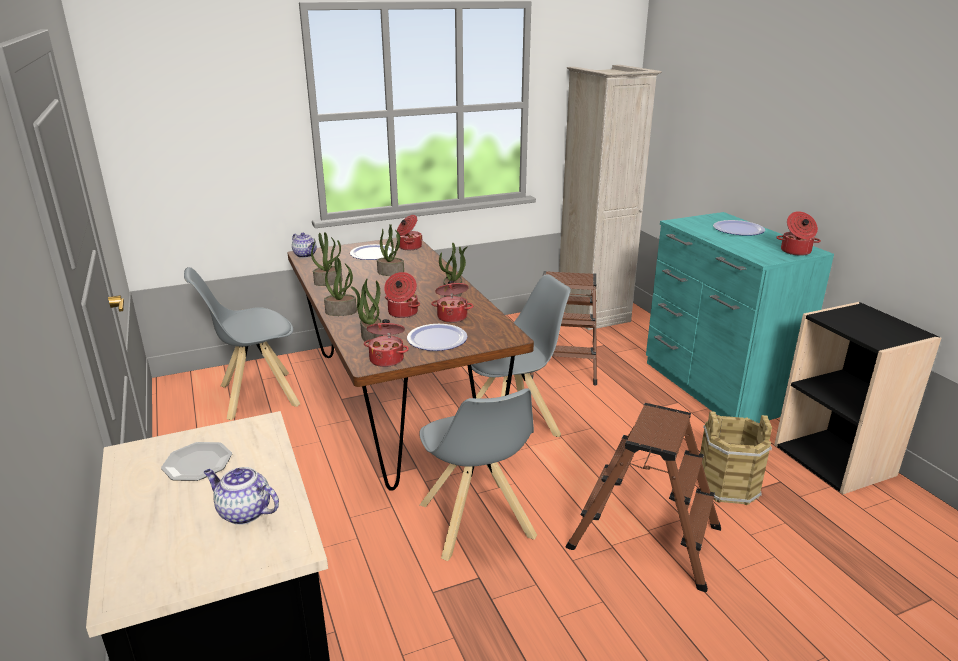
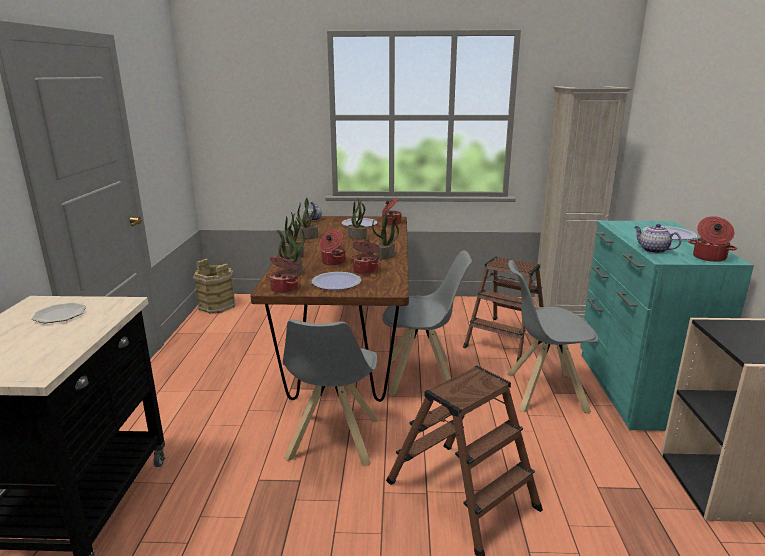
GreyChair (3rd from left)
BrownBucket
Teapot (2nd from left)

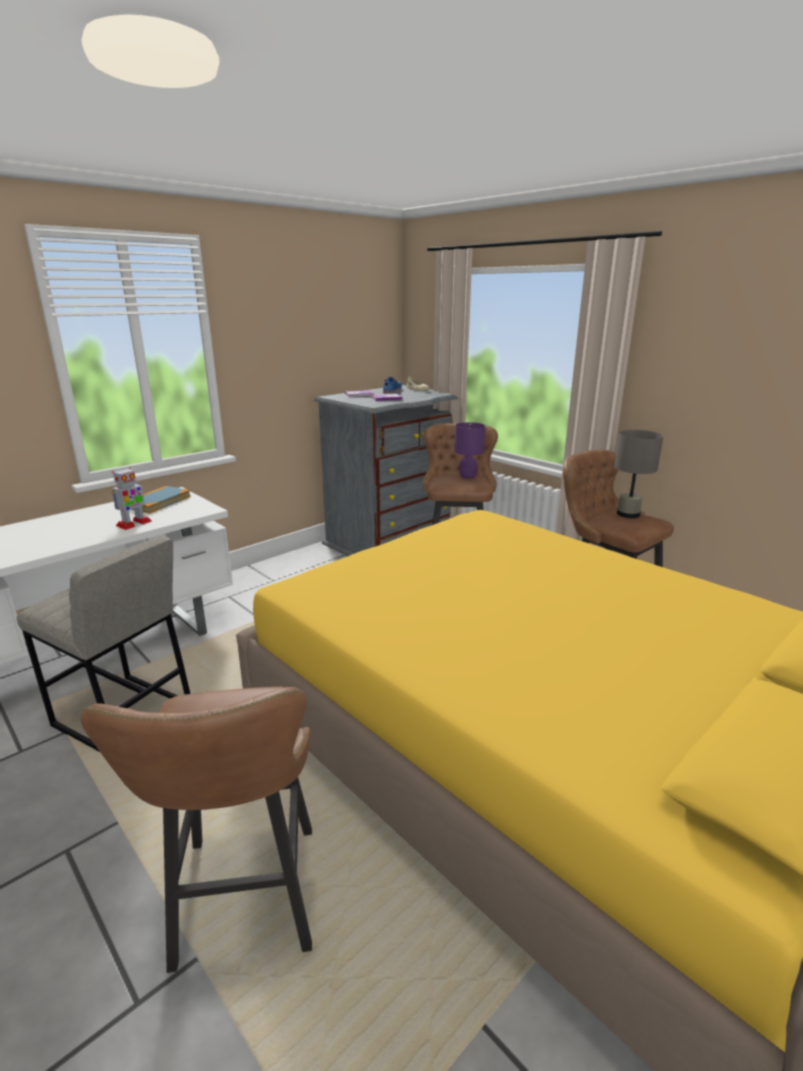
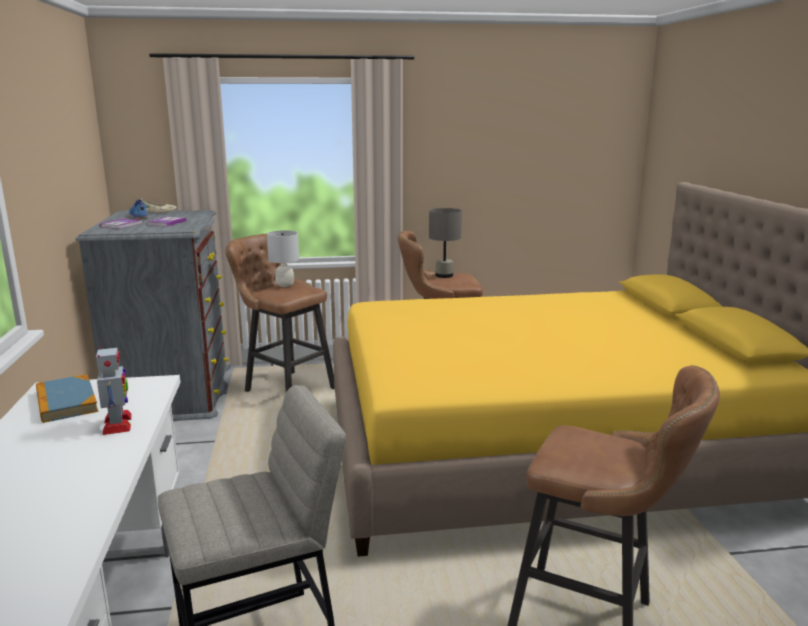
GreyTableLamp (1st from left)

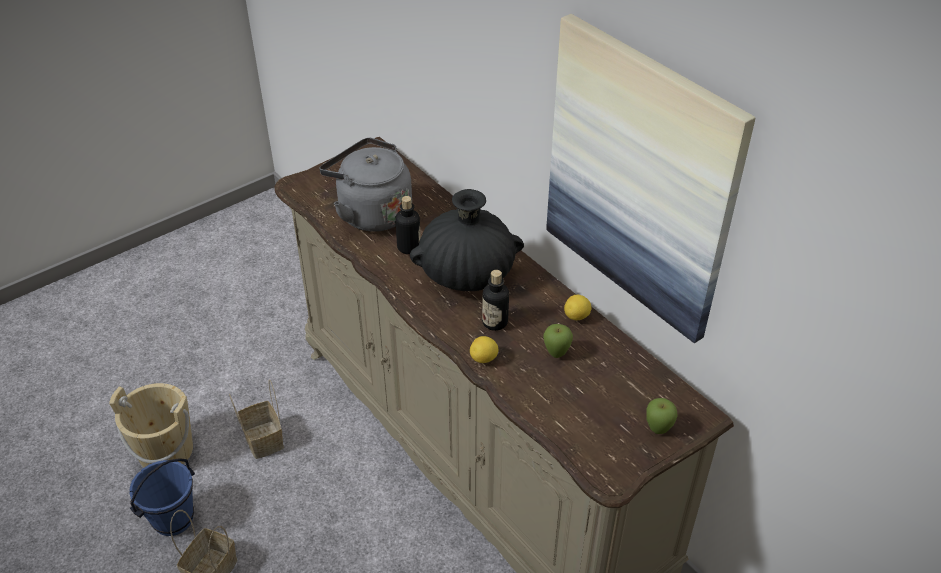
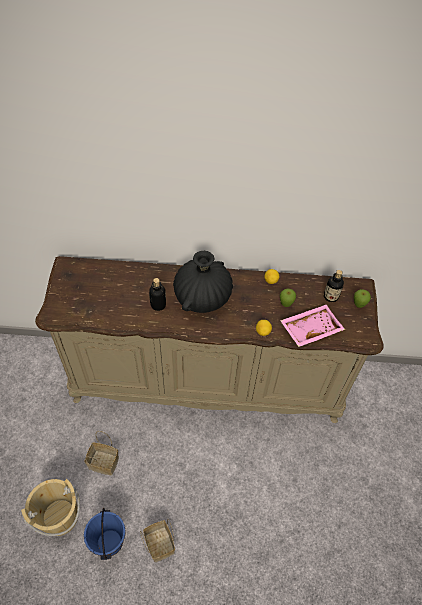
Picture
GreyKettle
Bottle (2nd from left)
PinkTray

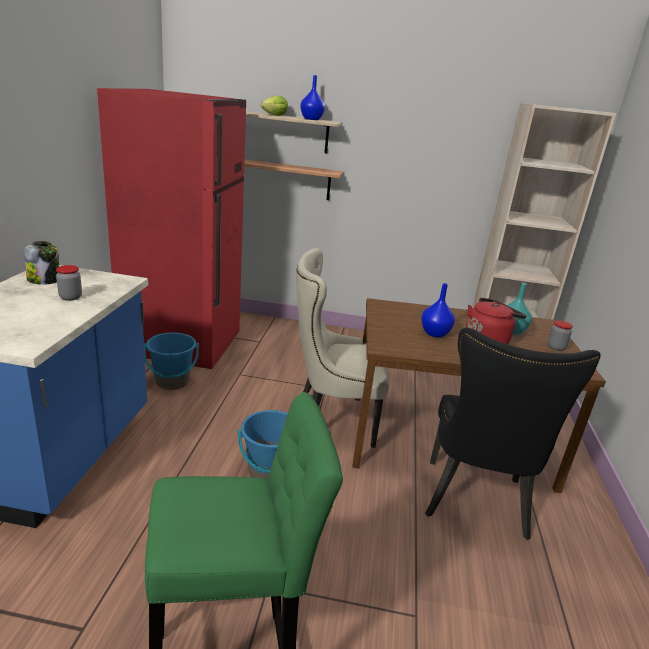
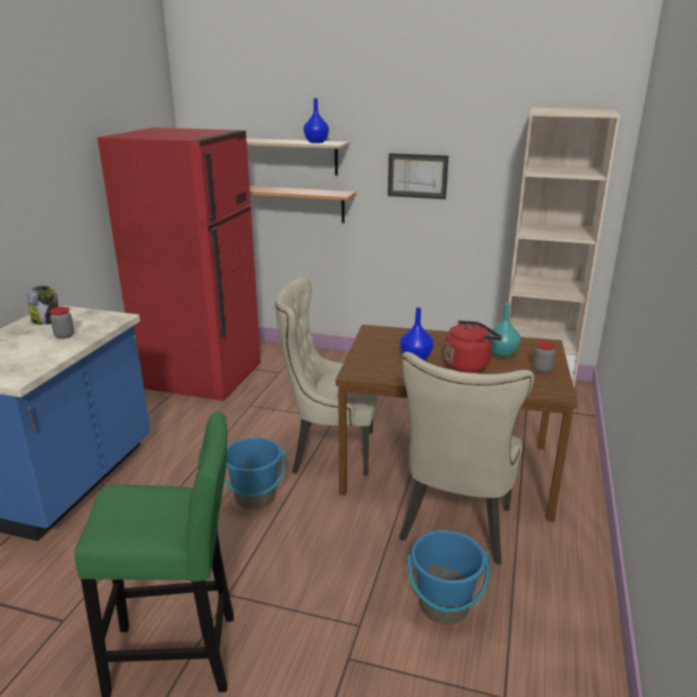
Lettuce
BeigeChair (2nd from left)
BlueBucket (2nd from left)
Picture

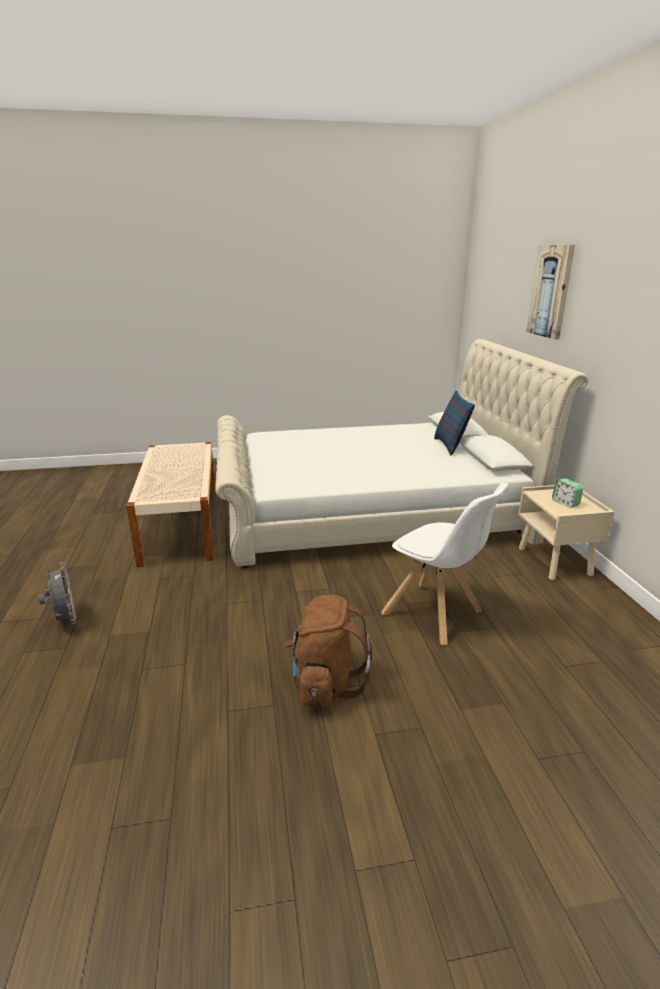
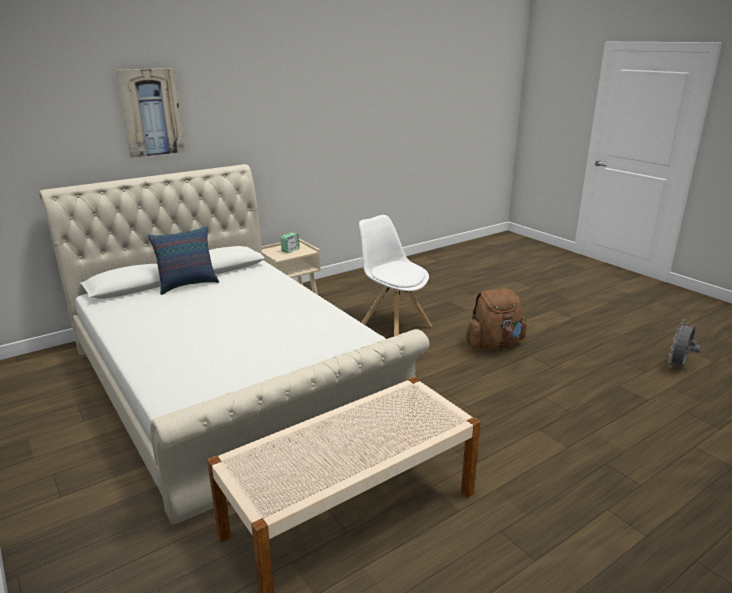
WhiteChair
GreyFan

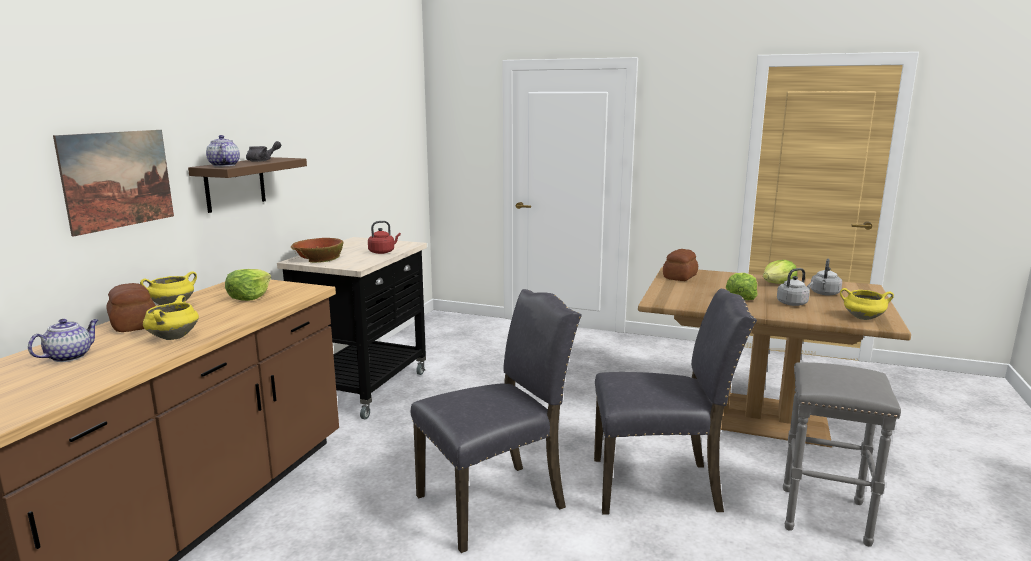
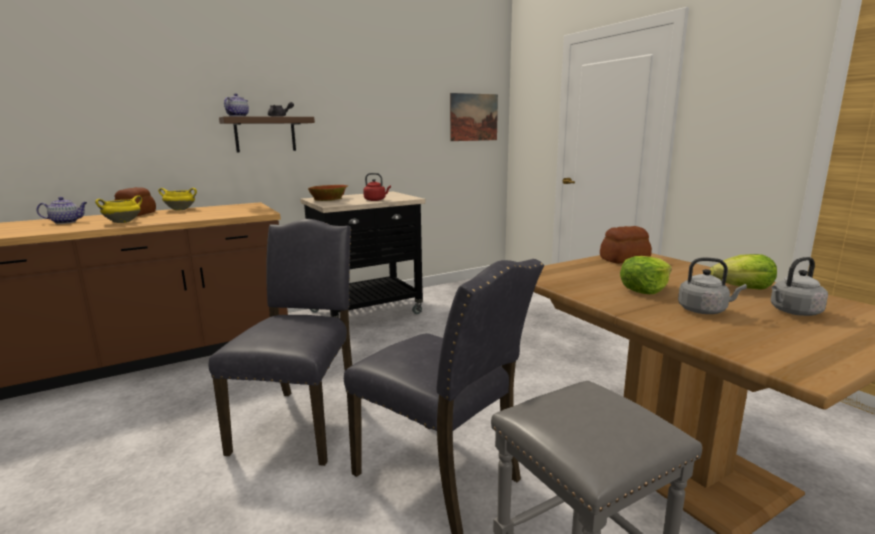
Picture
Lettuce (1st from left in the first image)
YellowCookingPot (3rd from left in the first image)
GreyChair (1st from left)

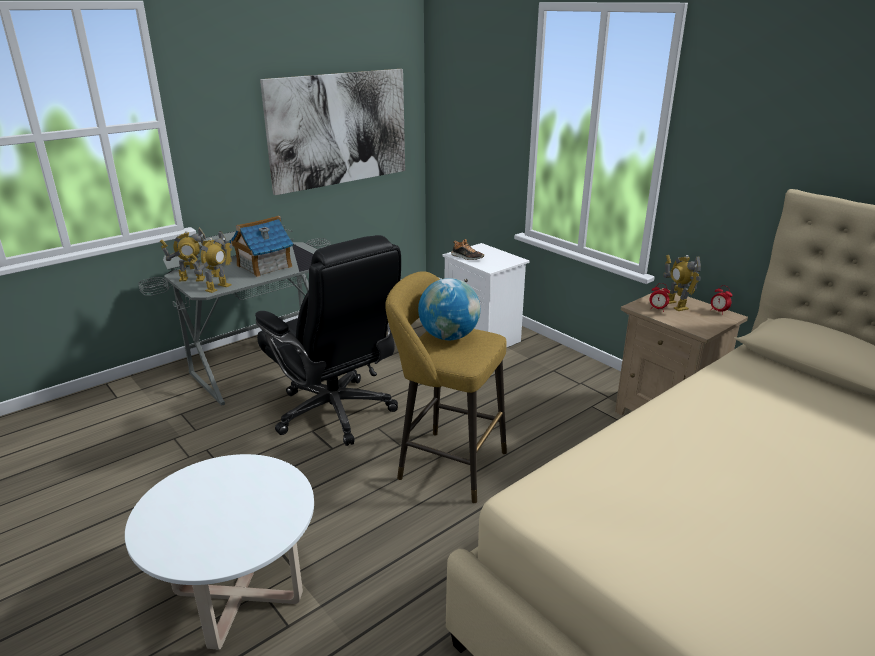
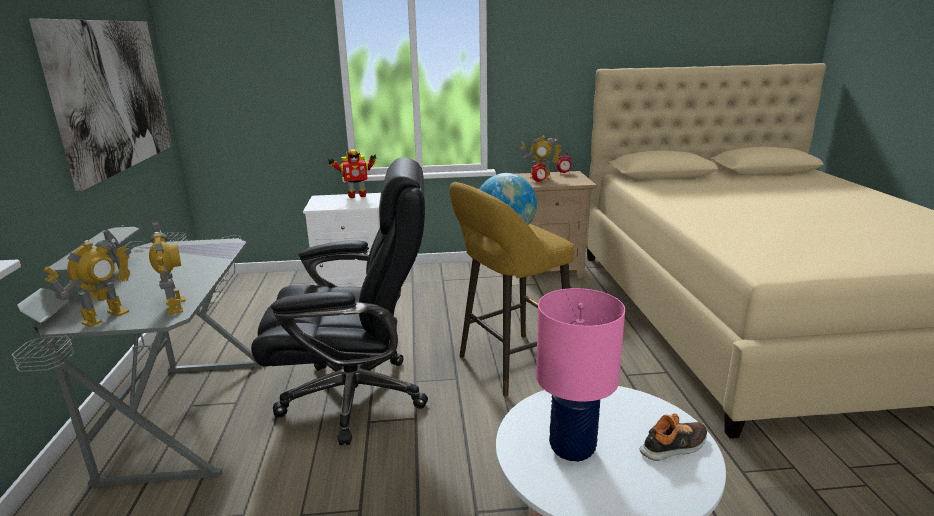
ToyHouse
Shoe
ToyRobot (3rd from left)
PinkTableLamp

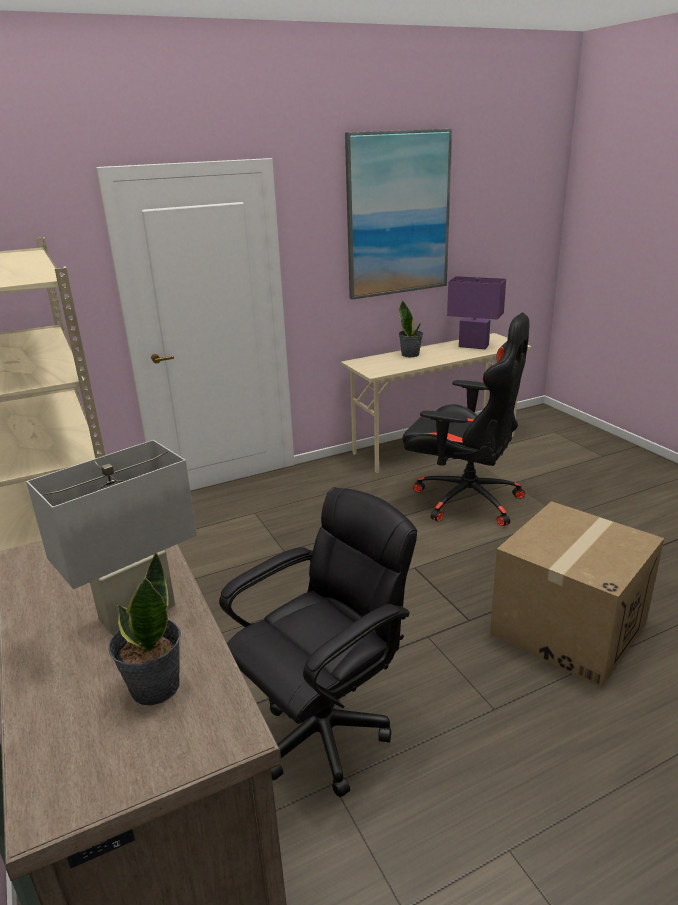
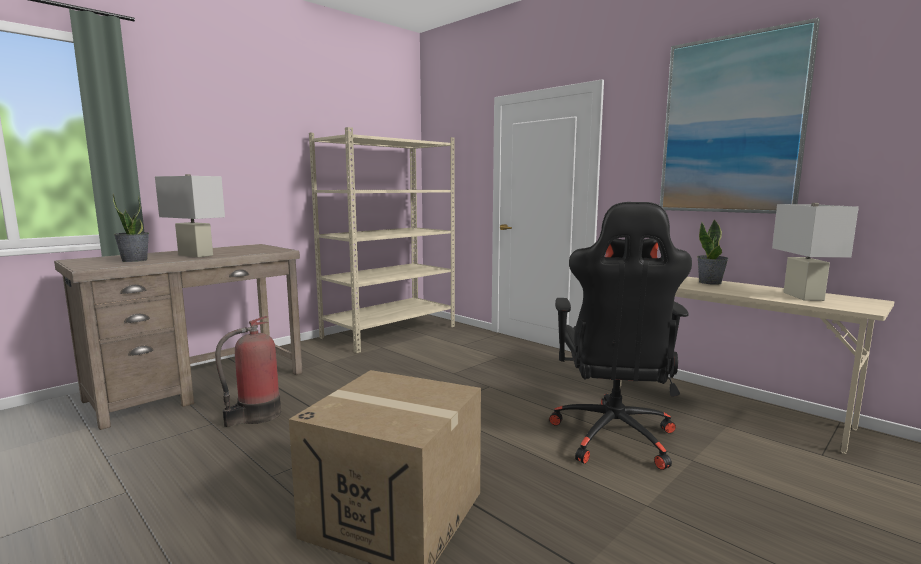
WhiteTableLamp (2nd from left)
FireExtinguisher

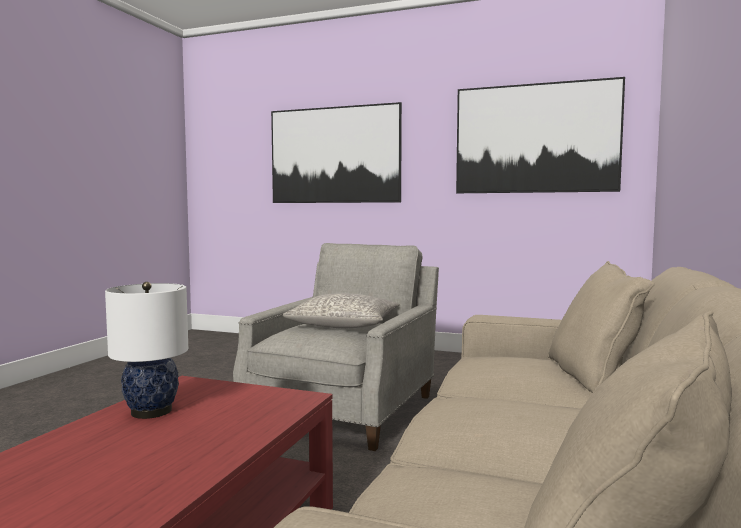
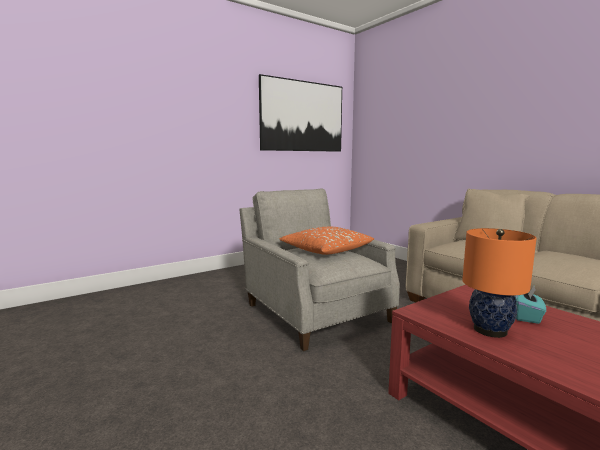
Picture (1st from left in the first image)
OrangeTableLamp
OrangePillow
TurquoiseTissueBox

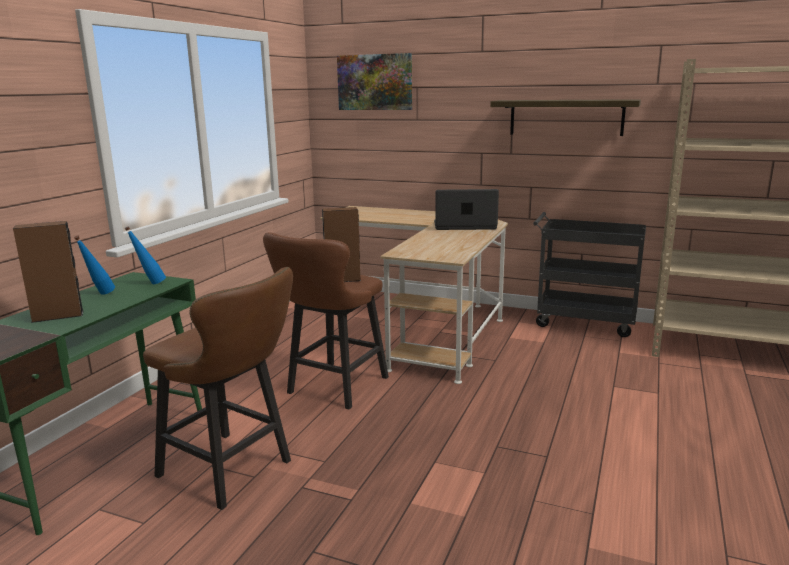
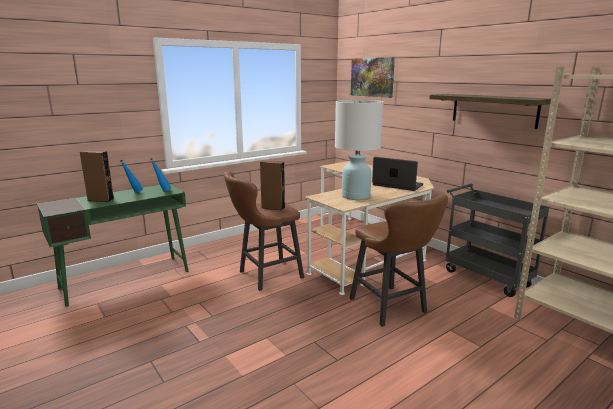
BrownStool (2nd from left)
WhiteTableLamp

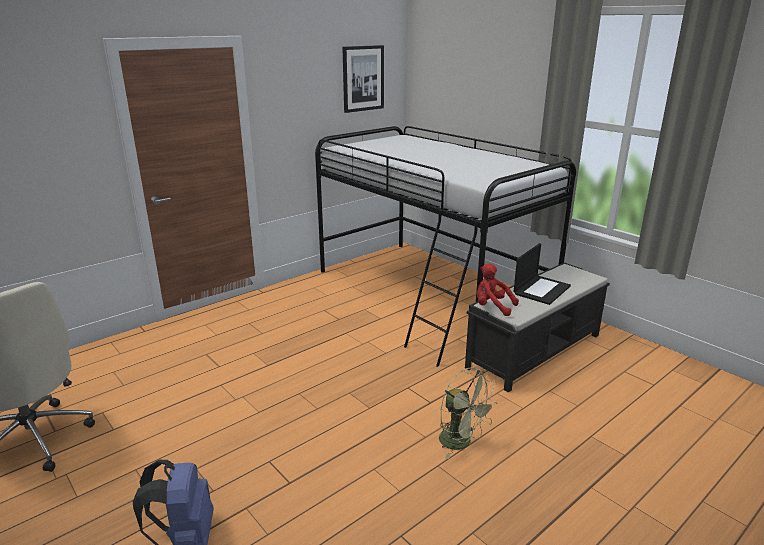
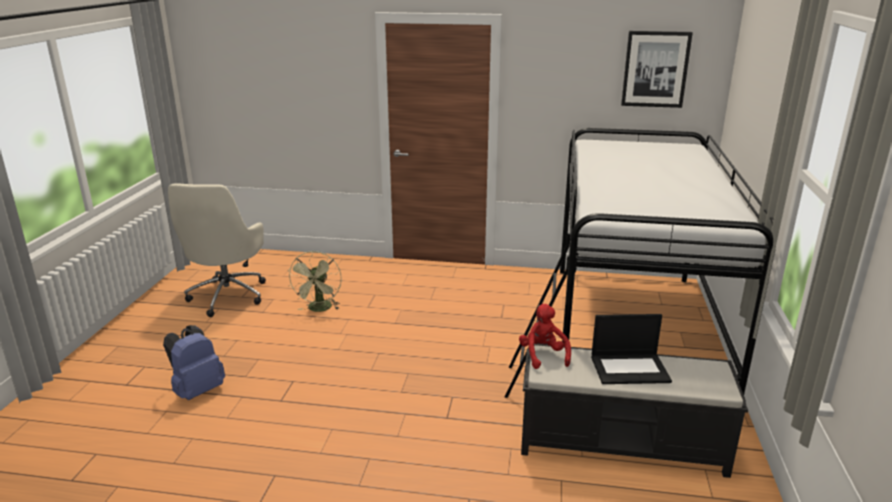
GreenFan

